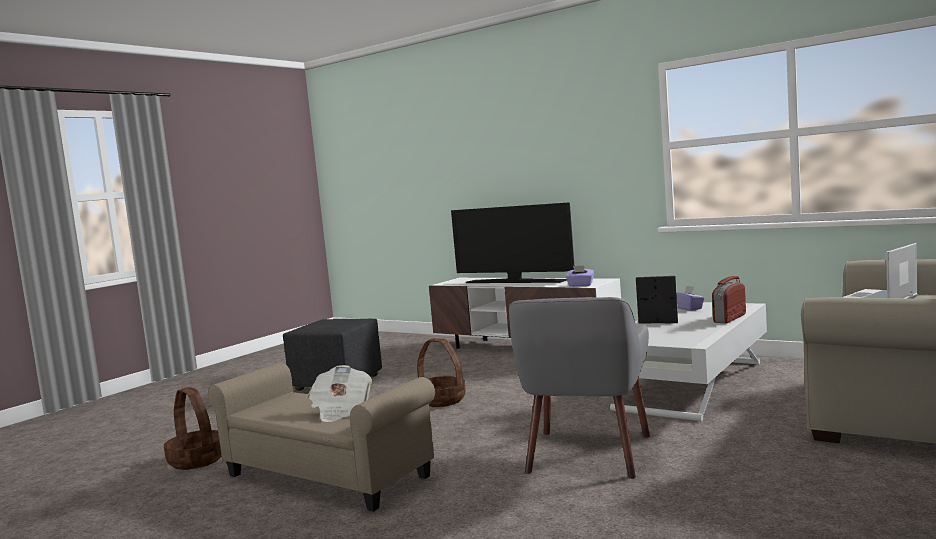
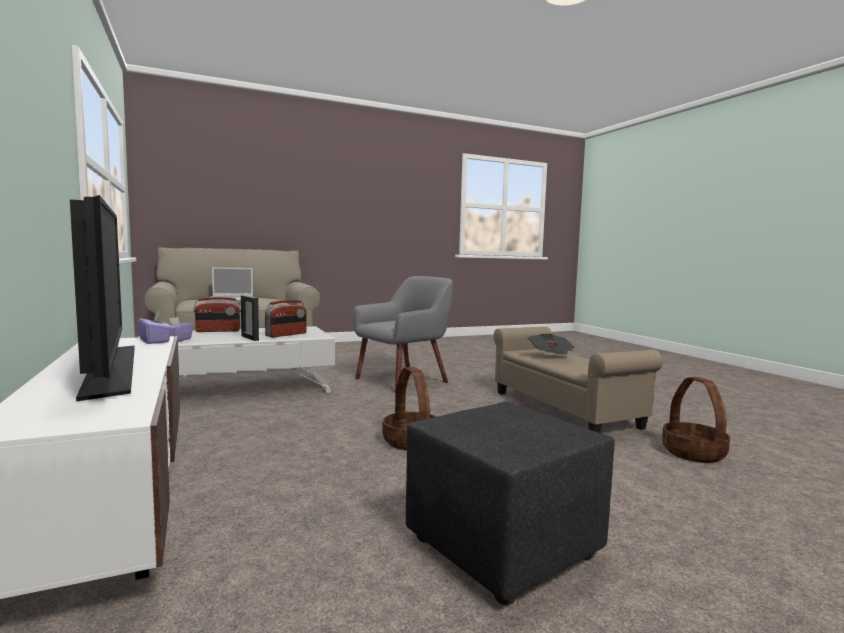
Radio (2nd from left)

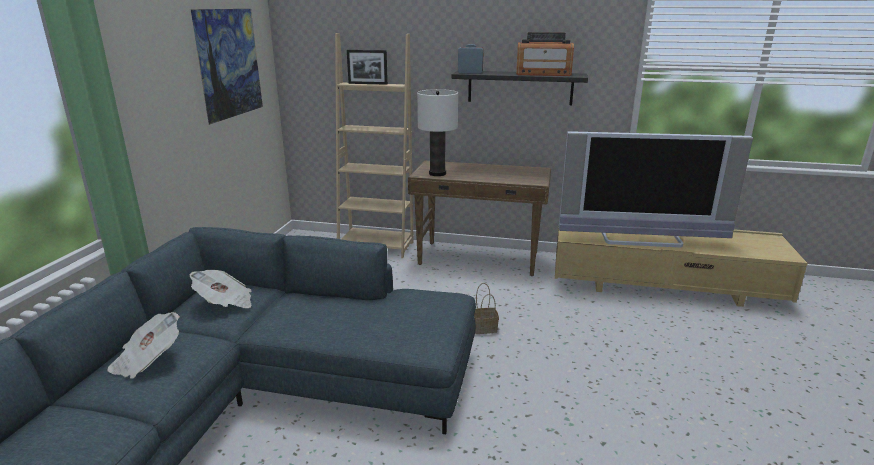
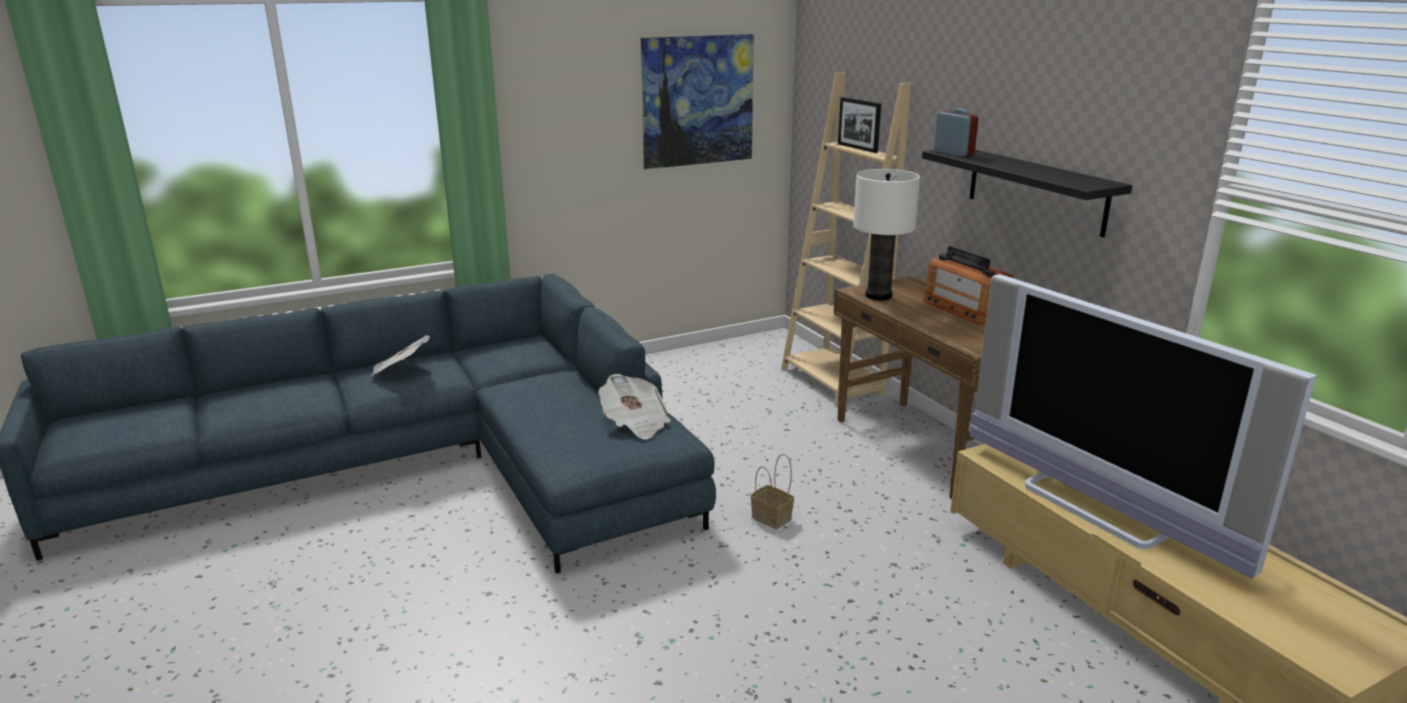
Radio
Newspaper (2nd from left)

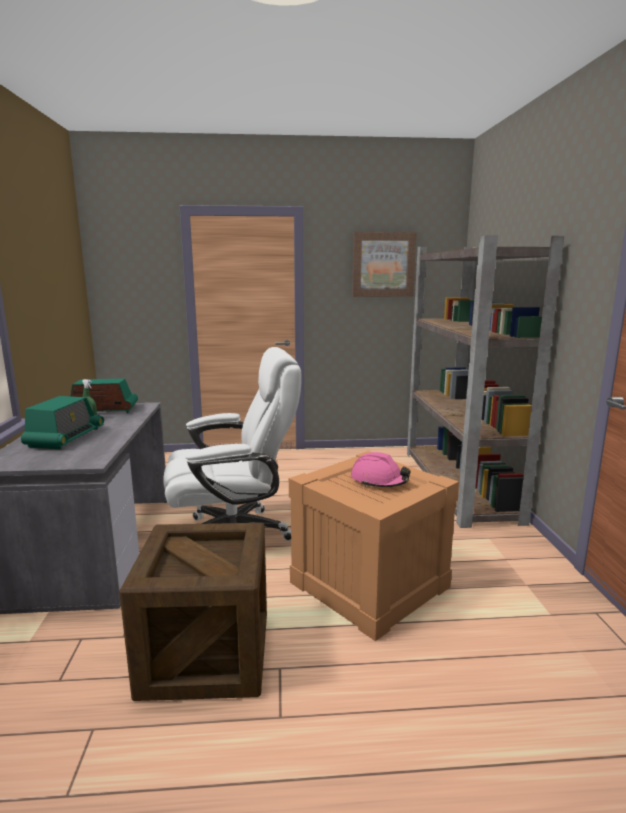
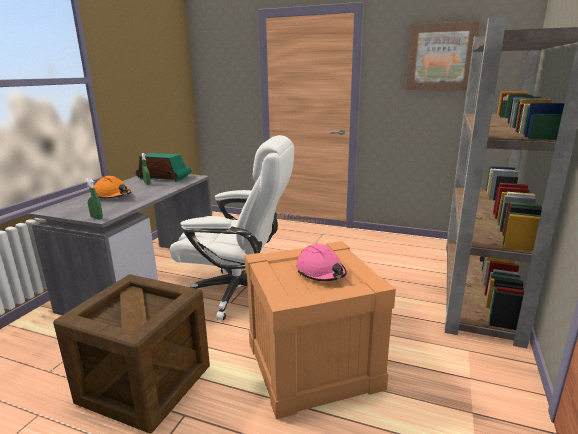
OrangeHardHat
GreenSprayBottle (1st from left)

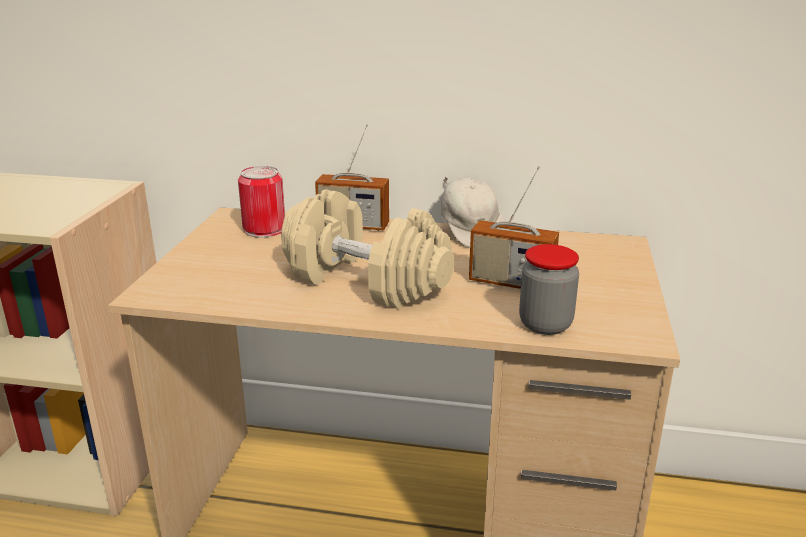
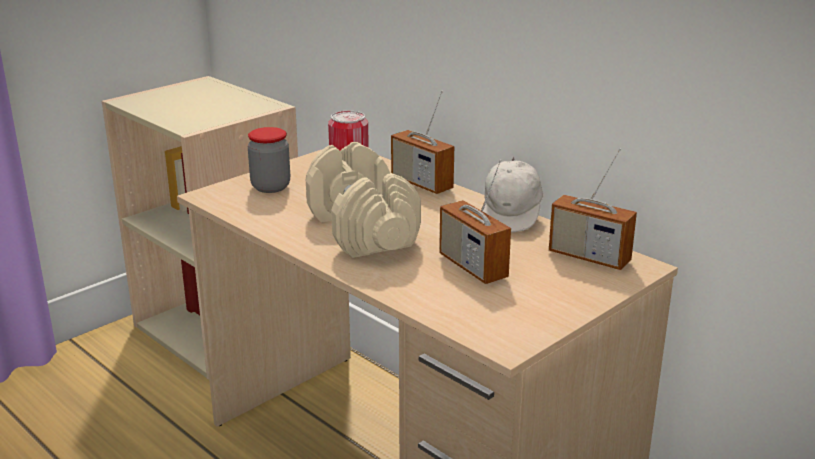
Jar
Radio (3rd from left)

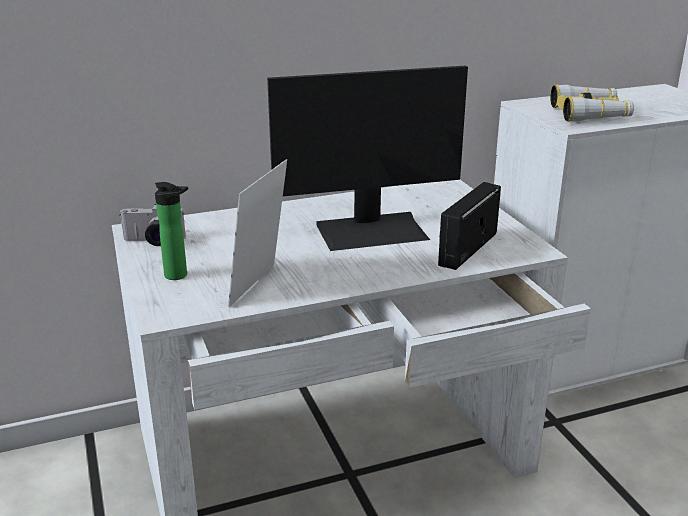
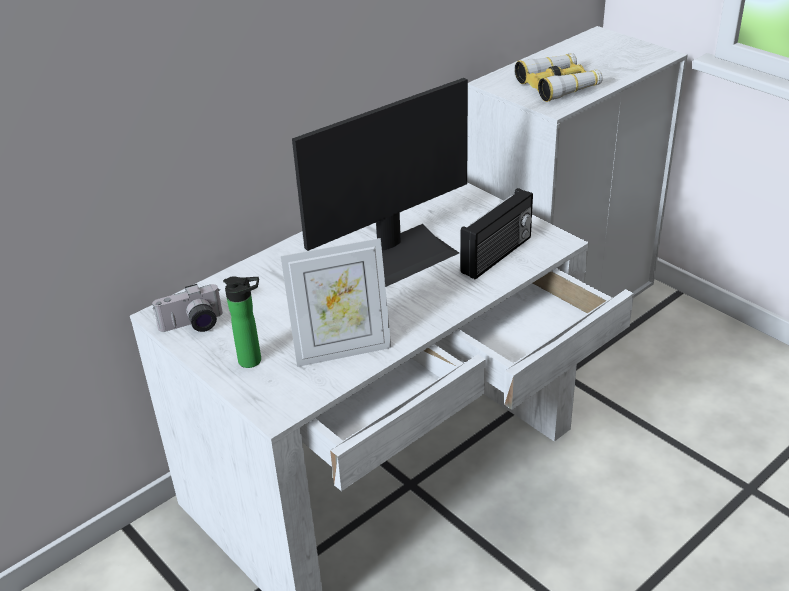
PictureFrame
Radio

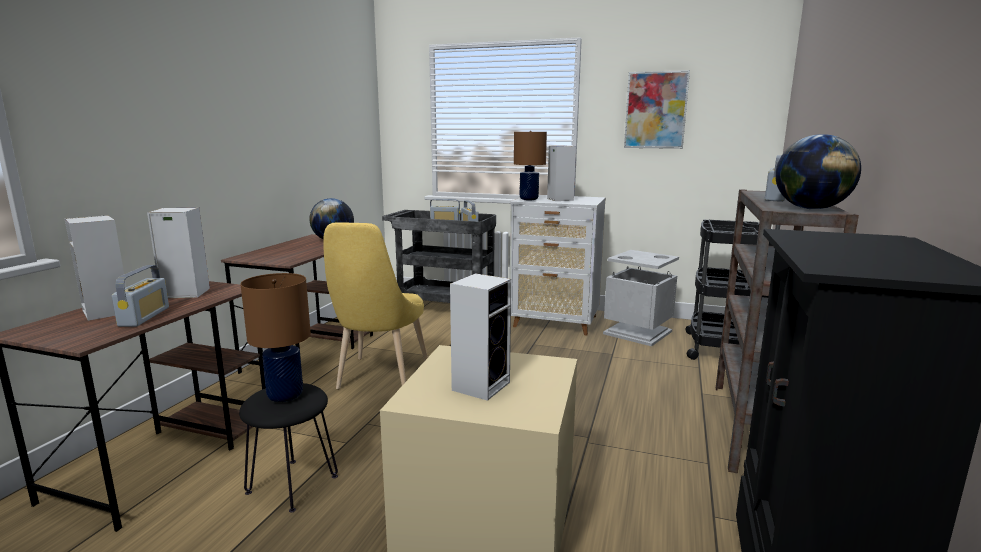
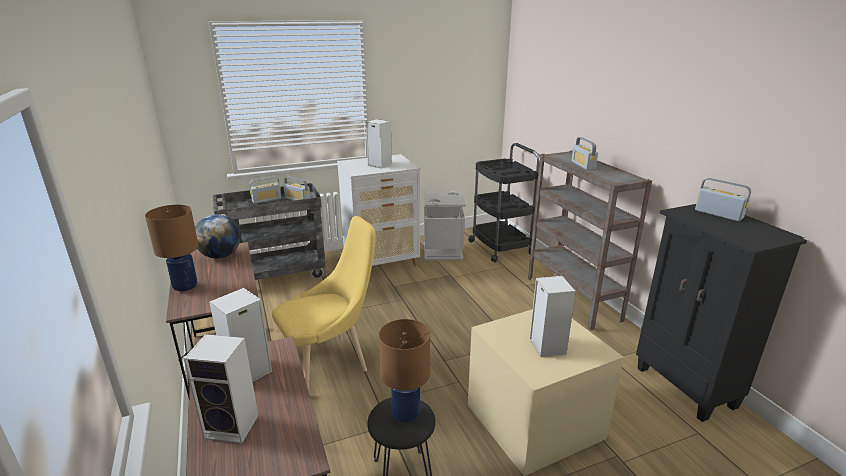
Picture
BrownTableLamp (1st from left)
Globe (2nd from left in the first image)
YellowChair
Radio (4th from left)

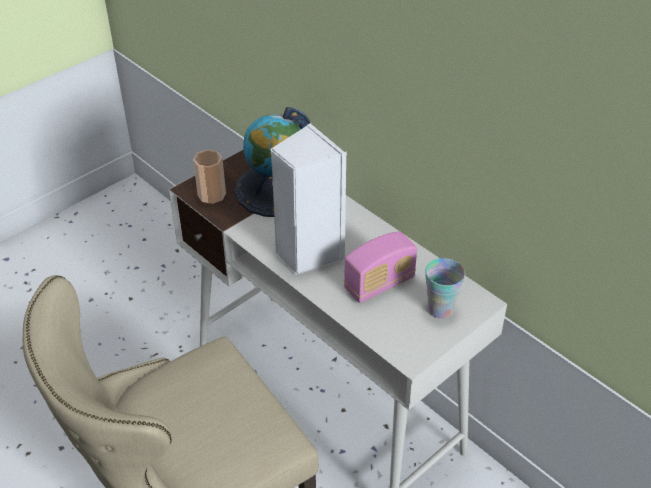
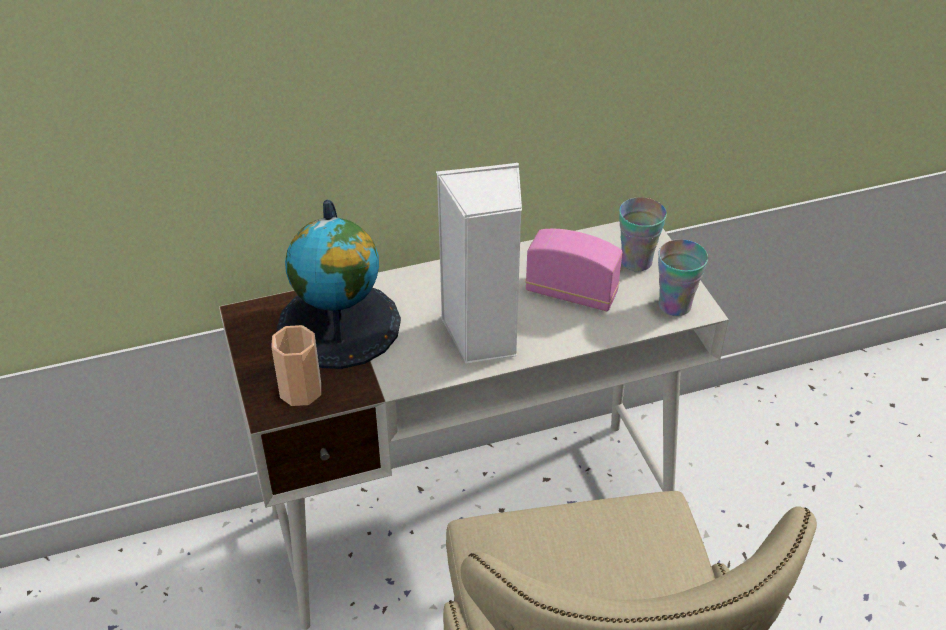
Radio
Cup (3rd from left)

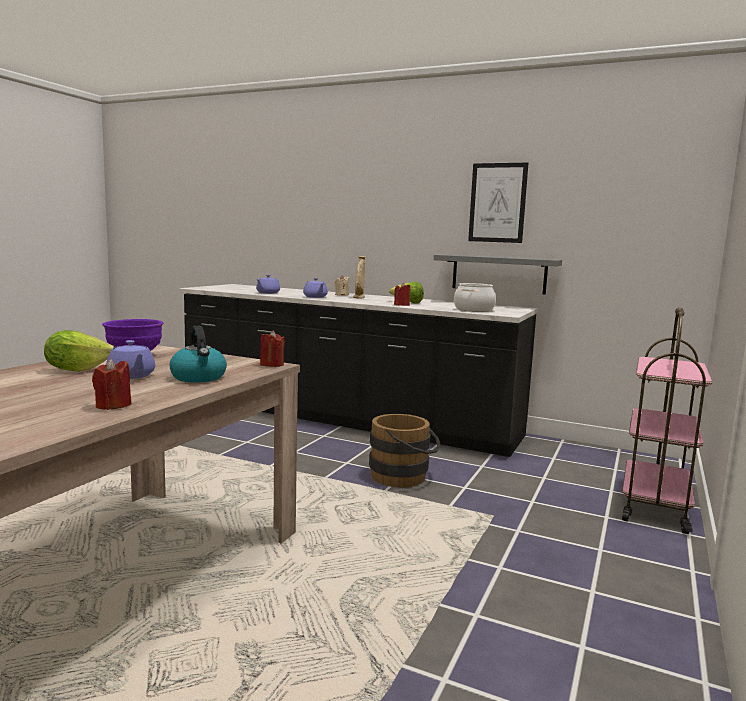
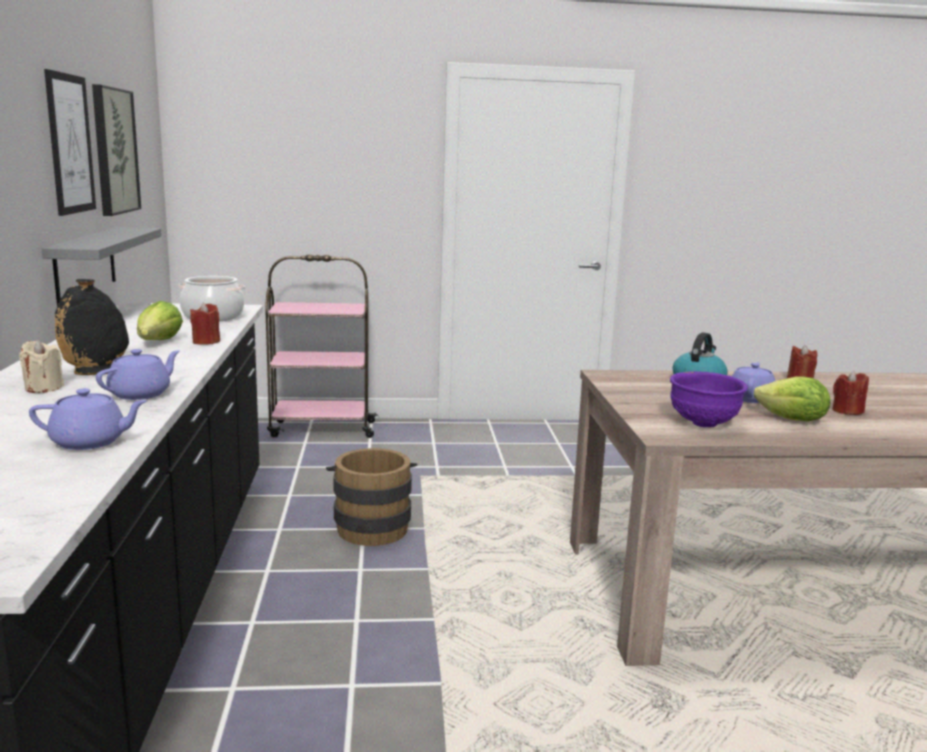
BlackVase
RedCandle (3rd from left)
Picture (2nd from left)

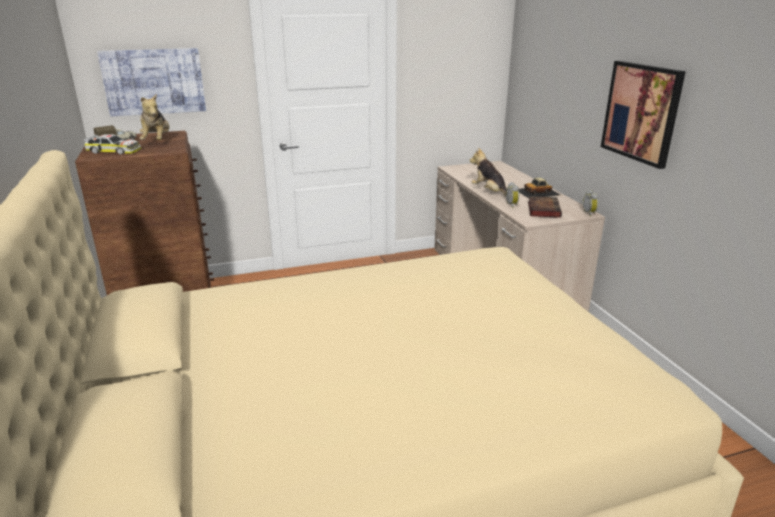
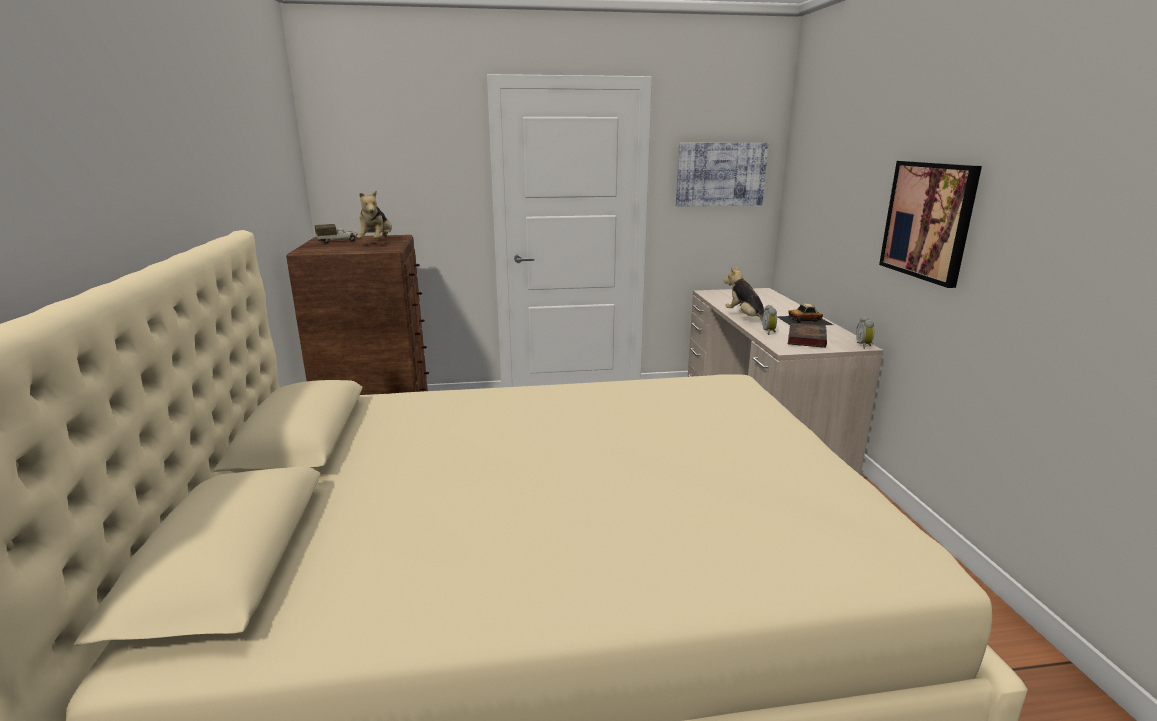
Picture (1st from left)
ToyCar (1st from left in the first image)

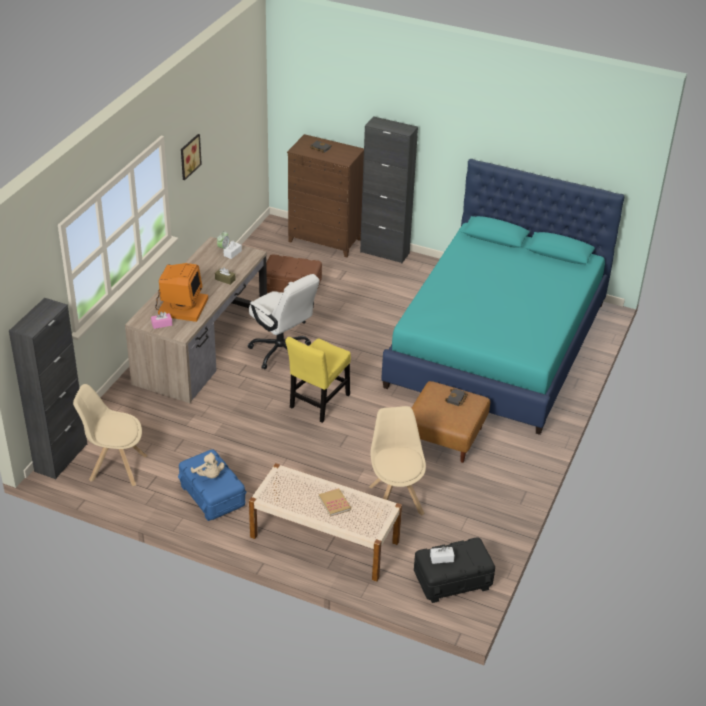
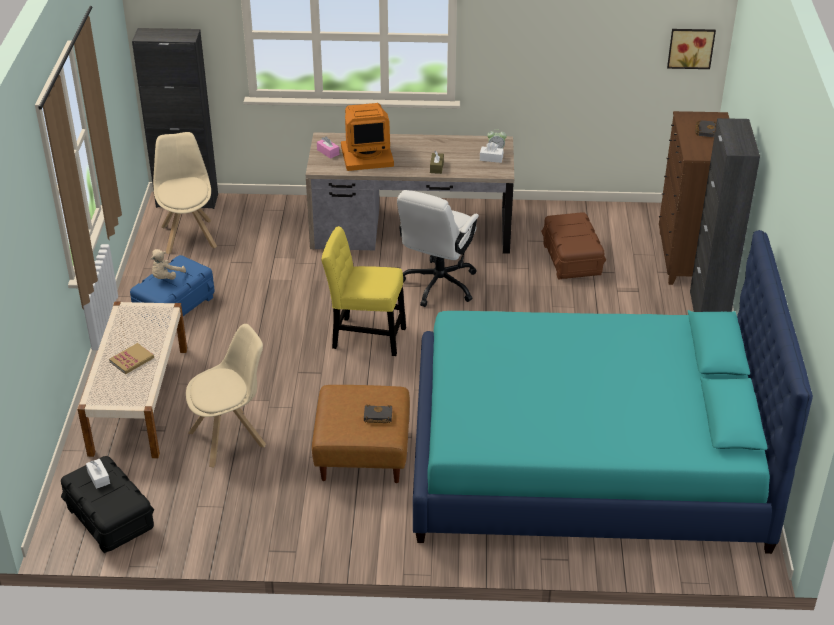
Picture

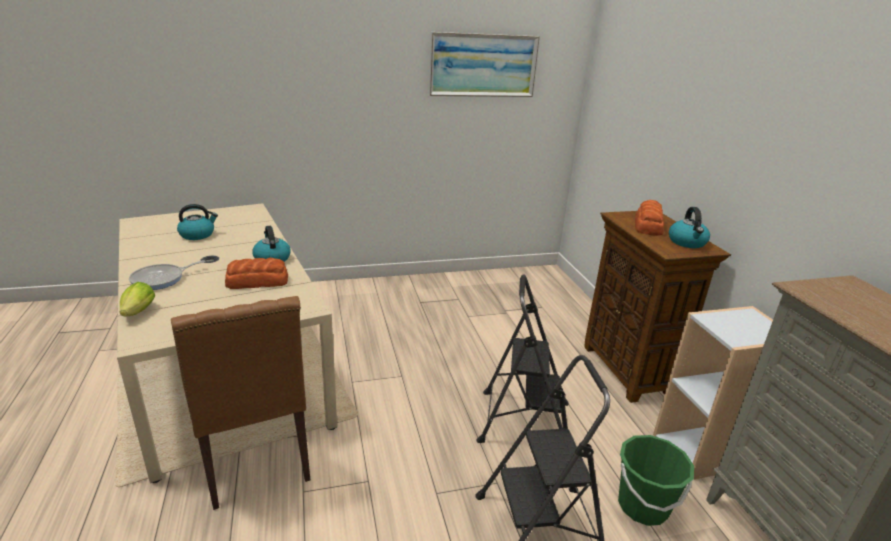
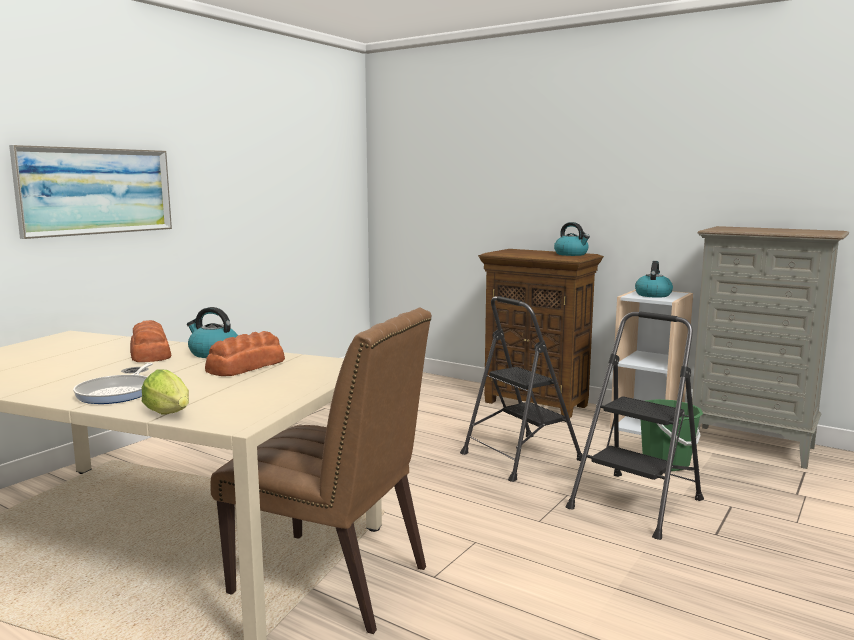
Picture
Bread (1st from left)
Kettle (3rd from left)

